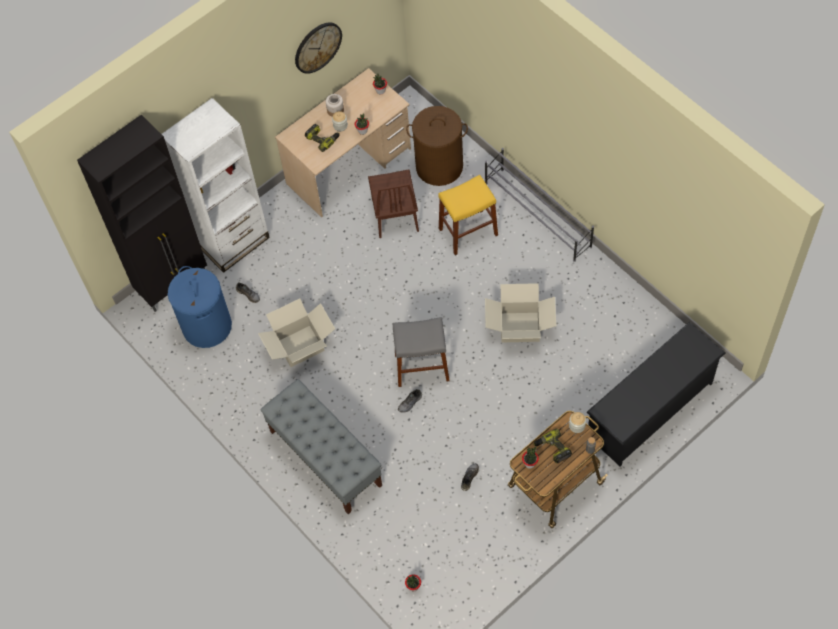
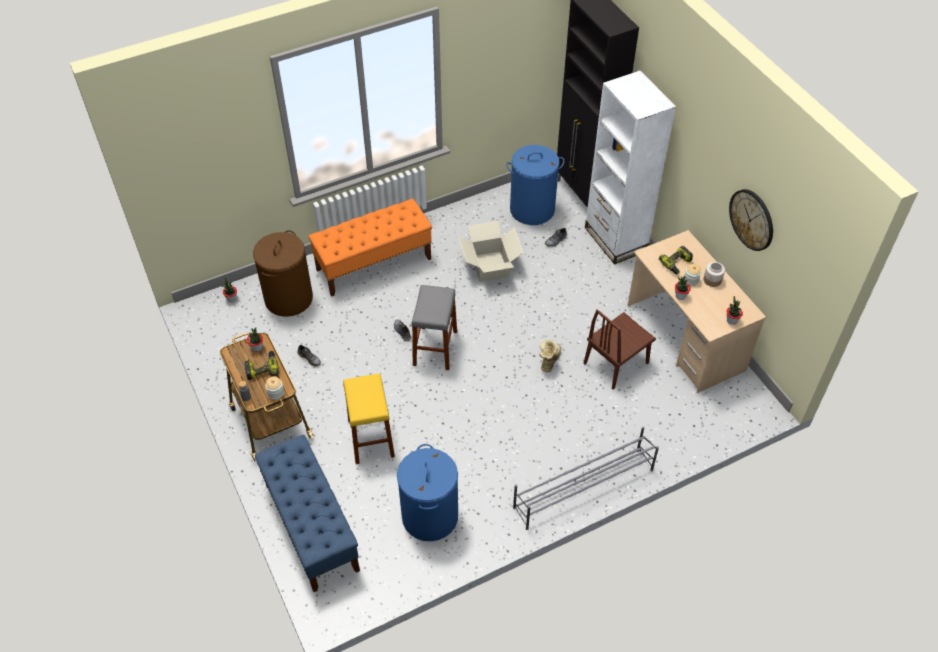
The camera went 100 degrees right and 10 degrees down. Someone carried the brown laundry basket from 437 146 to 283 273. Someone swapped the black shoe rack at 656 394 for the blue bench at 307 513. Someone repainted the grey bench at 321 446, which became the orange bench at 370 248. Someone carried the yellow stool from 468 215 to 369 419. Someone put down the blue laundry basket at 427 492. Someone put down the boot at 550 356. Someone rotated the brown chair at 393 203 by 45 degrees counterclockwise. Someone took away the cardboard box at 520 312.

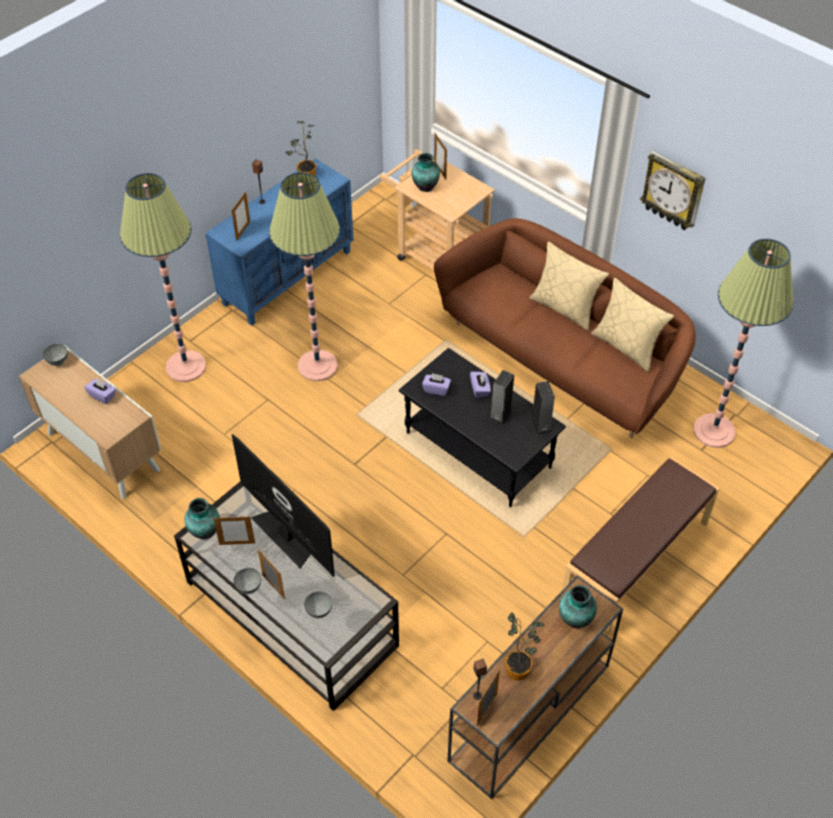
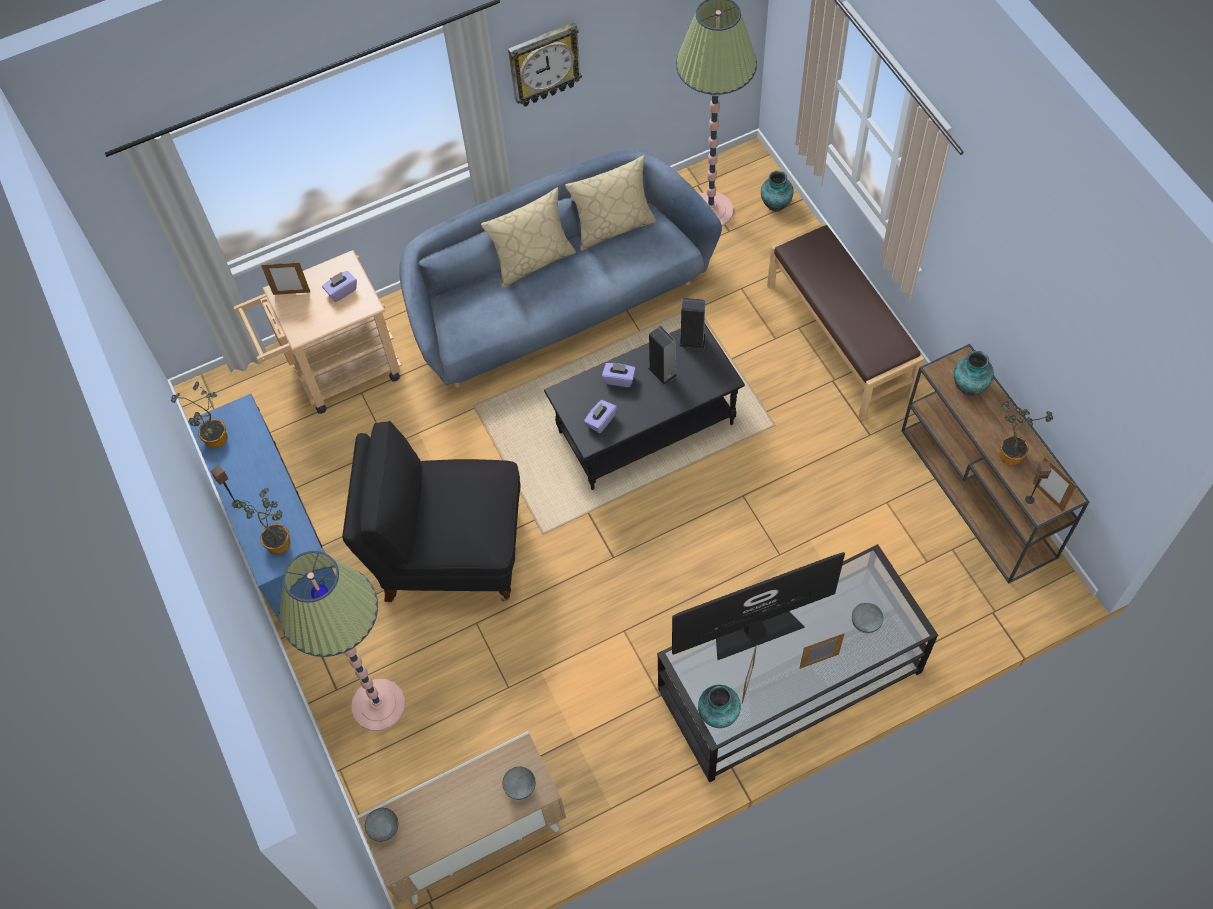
The camera went 65 degrees left and 10 degrees up. Someone swapped the picture frame at 241 216 for the potted plant at 262 521. Someone carried the purple tissue box from 100 391 to 339 286. Someone swapped the floor lamp at 304 276 for the black armchair at 431 511. Someone repainted the brown sofa at 565 328, which became the blue sofa at 560 268. Someone carried the grey bowl from 247 581 to 519 783. Someone carried the vase from 426 172 to 777 191.

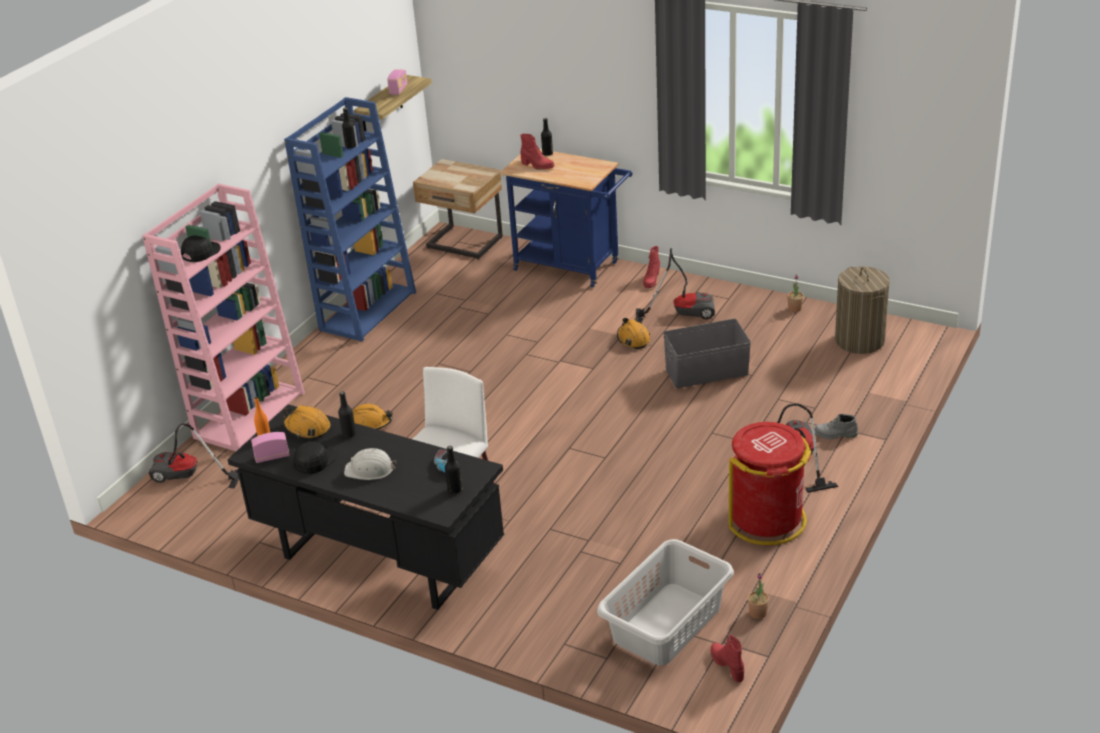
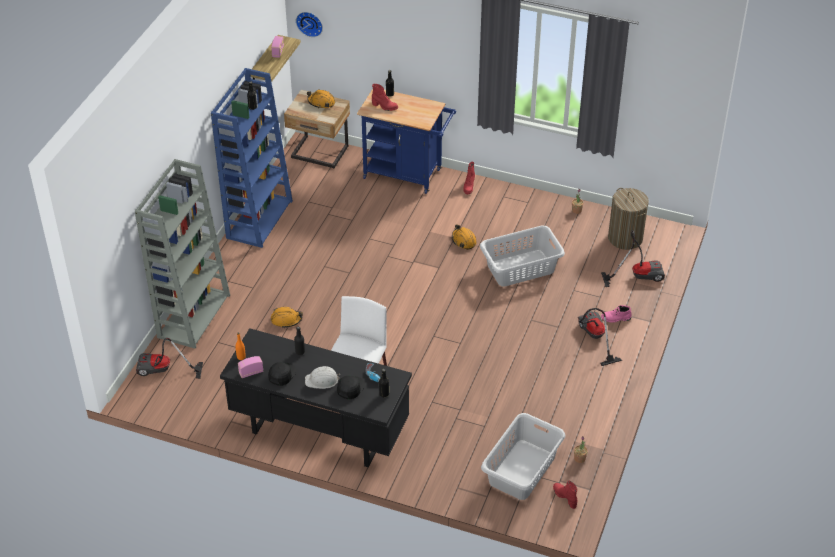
The camera went 10 degrees left and 10 degrees up. Someone repainted the pink bookcase at 223 317, which became the grey bookcase at 182 254. Someone put up the wall clock at 309 24. Someone carried the orange hard hat from 306 421 to 321 99. Someone carried the black cap from 201 248 to 351 387. Someone swapped the grey storage box at 707 353 for the grey laundry basket at 522 256. Someone carried the vacuum cleaner from 675 285 to 633 258. Someone repainted the grey boot at 836 426, which became the pink boot at 616 314. Someone took away the red trash can at 770 483.

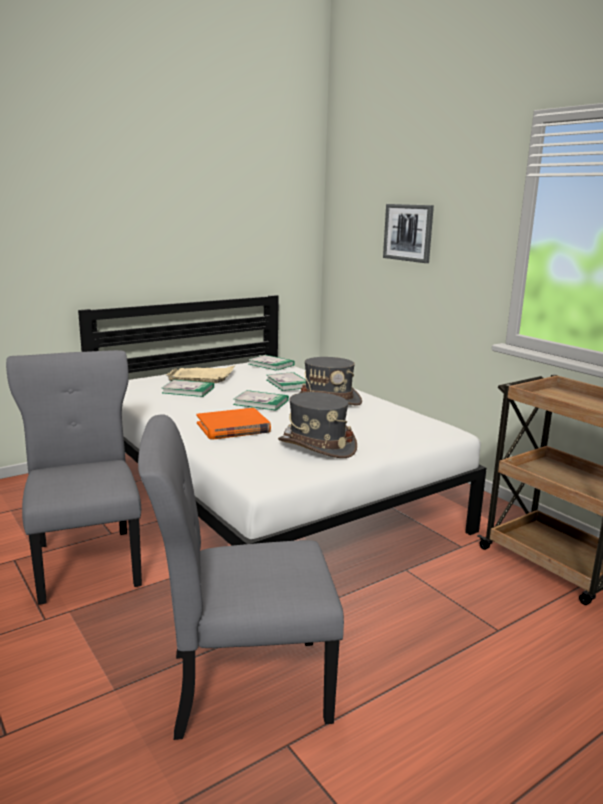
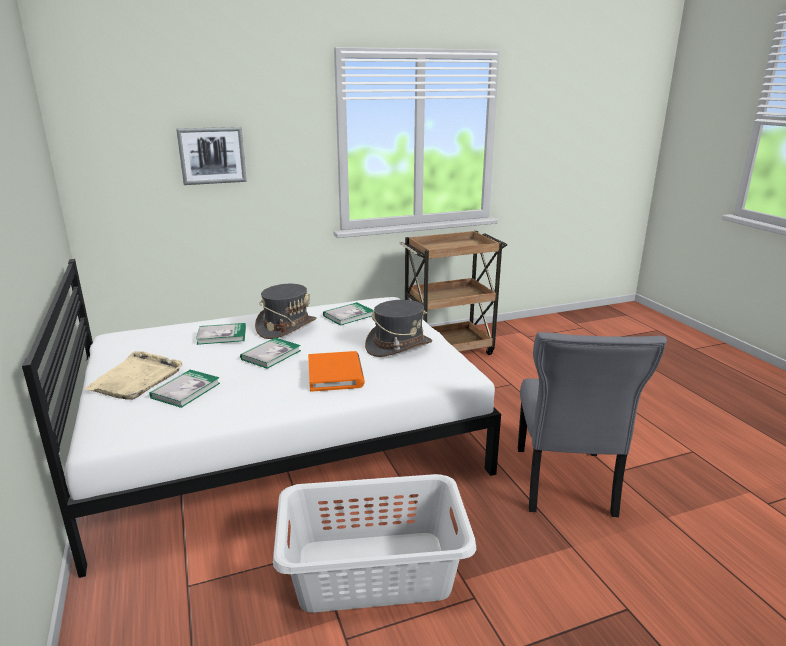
The camera went 75 degrees left and 5 degrees up. Someone swapped the grey chair at 74 477 for the grey laundry basket at 374 543. Someone carried the book from 271 363 to 348 314.

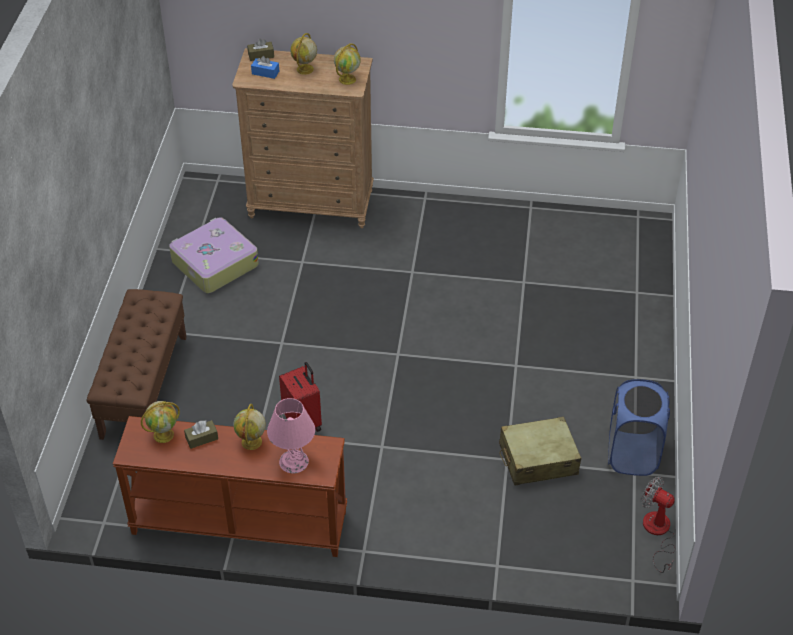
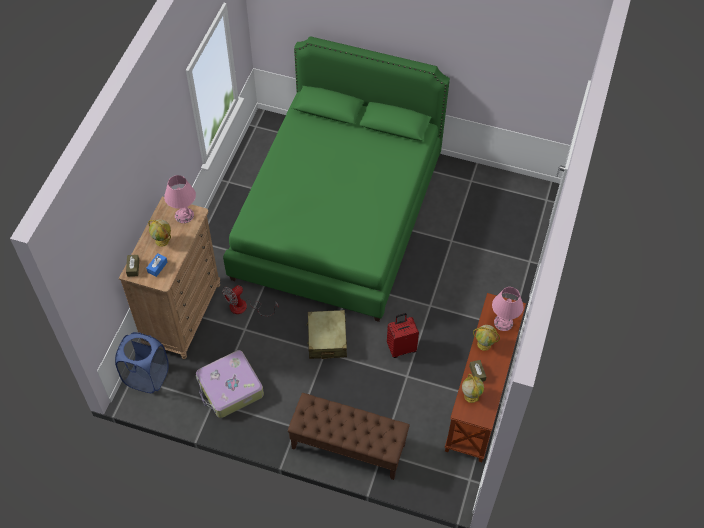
The camera went 80 degrees left and 10 degrees up. Someone carried the blue laundry basket from 639 427 to 142 362. Someone swapped the globe at 347 64 for the pink table lamp at 180 199. Someone put down the green bed at 336 179. Someone carried the fan from 658 525 to 251 300. Someone carried the beige suitcase from 540 450 to 326 334.

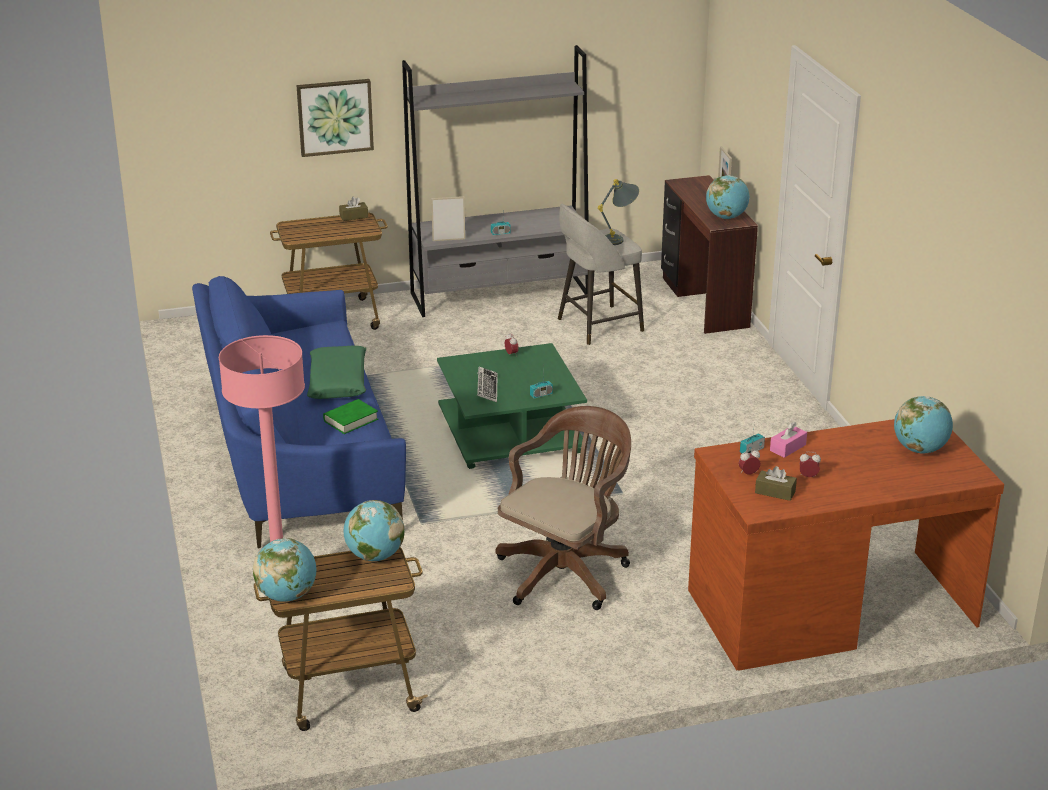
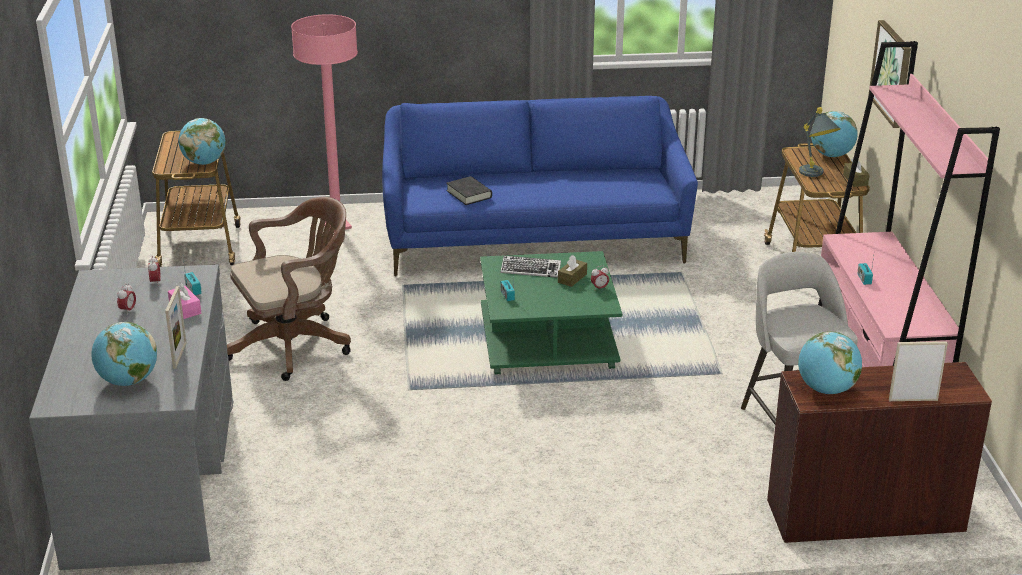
The camera went 100 degrees right and 0 degrees up. Someone repainted the brown desk at 846 545, which became the grey desk at 131 417. Someone carried the picture frame from 448 218 to 176 327. Someone rotated the brown office chair at 563 508 by 75 degrees counterclockwise. Someone repainted the green book at 350 416, which became the black book at 469 190. Someone carried the brown tissue box from 776 483 to 572 271. Someone carried the grey table lamp from 618 212 to 820 142. Someone carried the globe from 284 570 to 834 134. Someone repainted the grey bookcase at 495 181, which became the pink bookcase at 909 204. Someone took away the green pillow at 336 372.

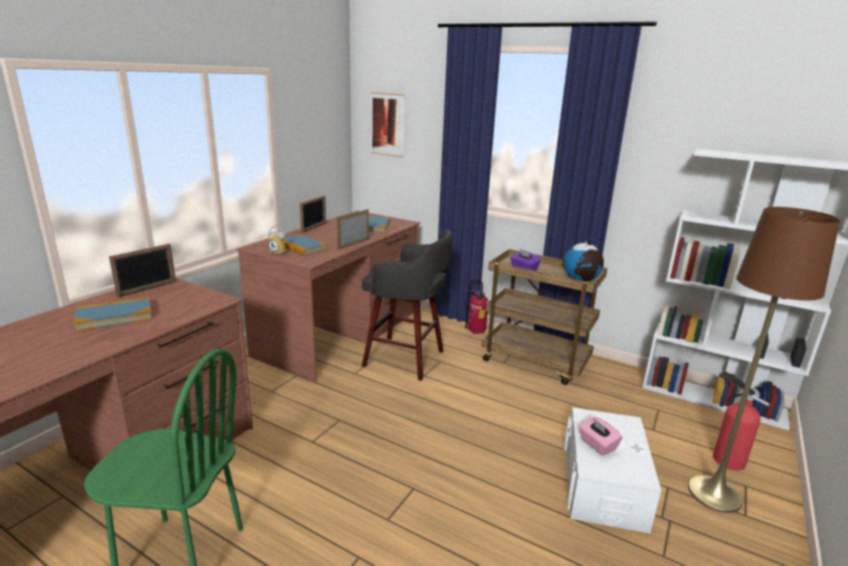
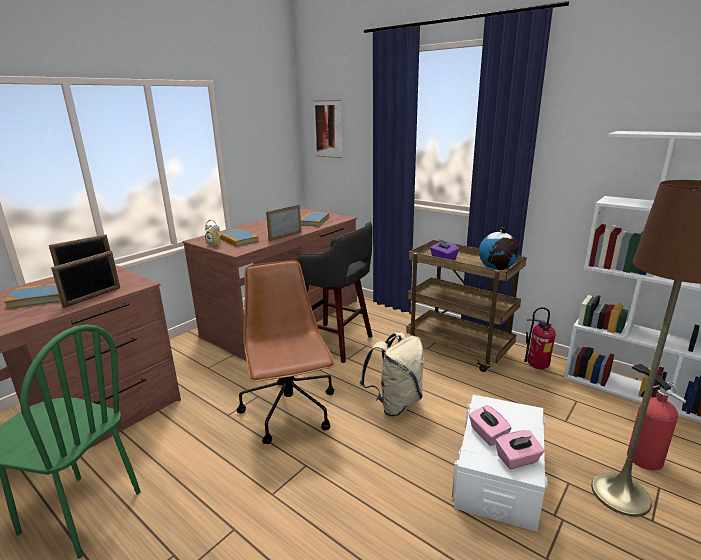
The camera went 10 degrees right and 0 degrees up. Someone carried the picture frame from 313 214 to 85 279. Someone put down the brown office chair at 286 352. Someone put down the beige backpack at 391 374. Someone put down the pink tissue box at 519 449. Someone carried the fire extinguisher from 476 306 to 540 338.

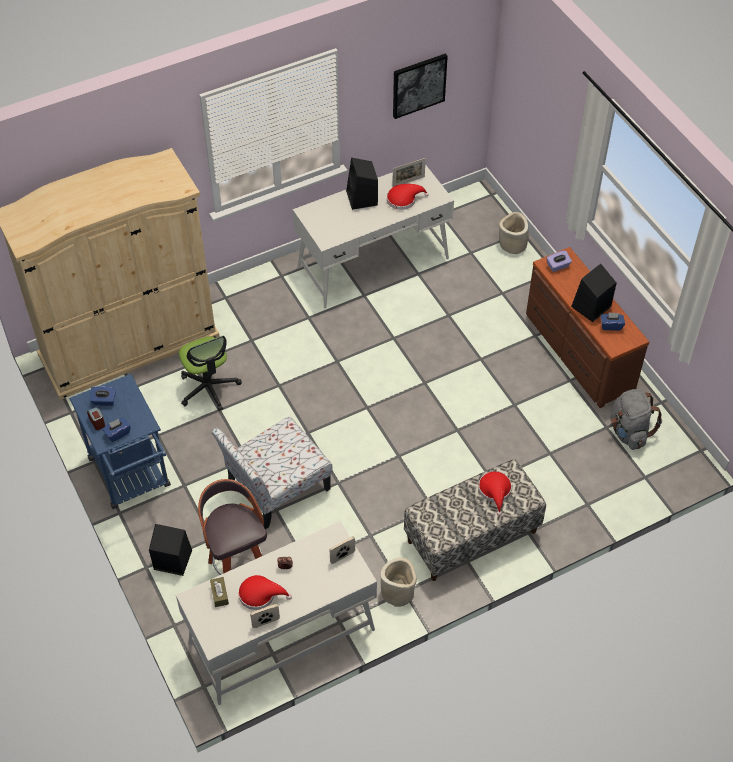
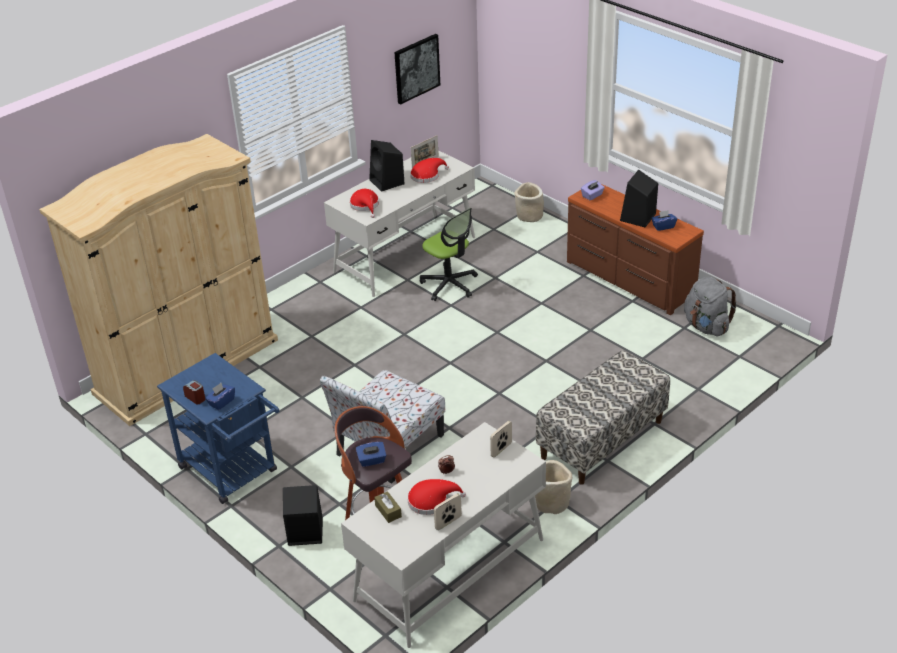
The camera went 15 degrees left and 15 degrees down. Someone carried the red hat from 495 493 to 364 203. Someone carried the blue tissue box from 103 396 to 371 454. Someone carried the office chair from 210 373 to 449 254.

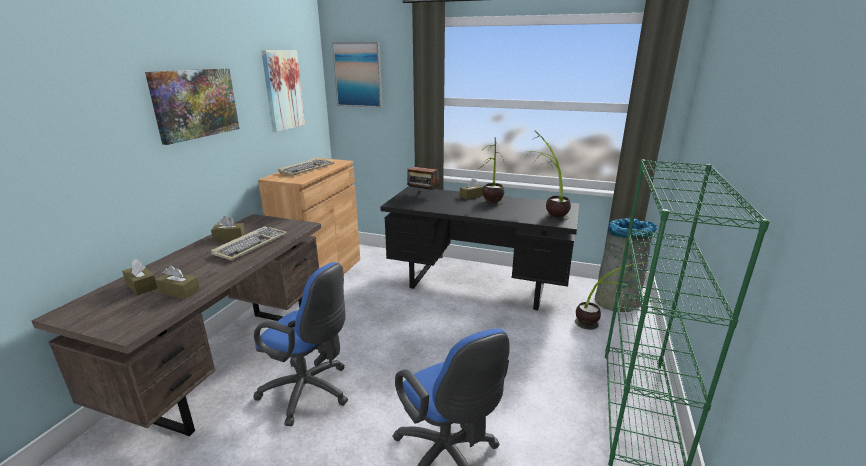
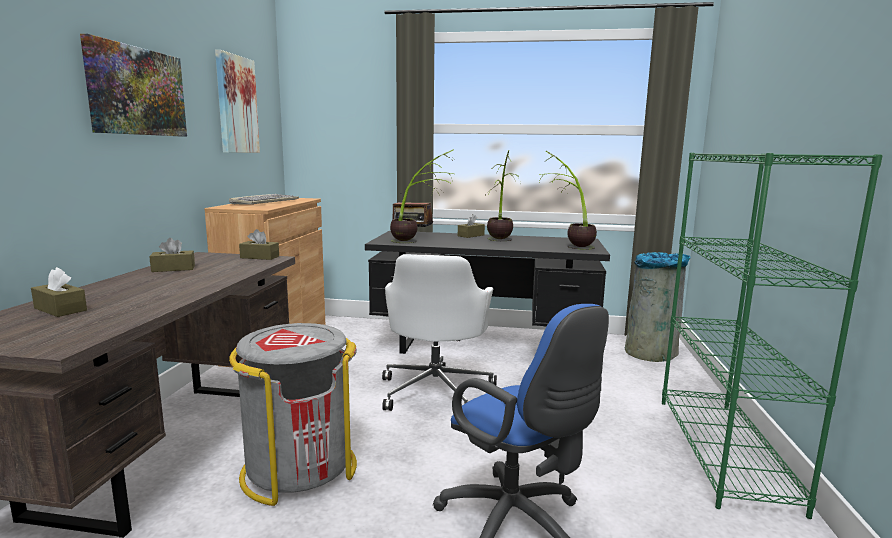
The camera went 10 degrees left and 10 degrees down. Someone swapped the blue office chair at 300 344 for the grey trash can at 293 414. Someone carried the brown tissue box from 177 282 to 259 244. Someone put down the white office chair at 439 332. Someone carried the potted plant from 612 295 to 422 196. Someone took away the keyboard at 249 243. Someone took away the picture at 357 75.

